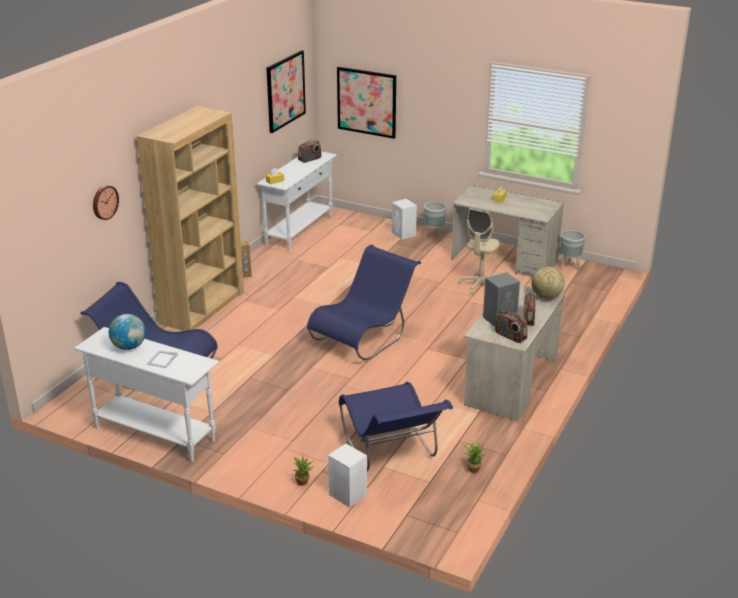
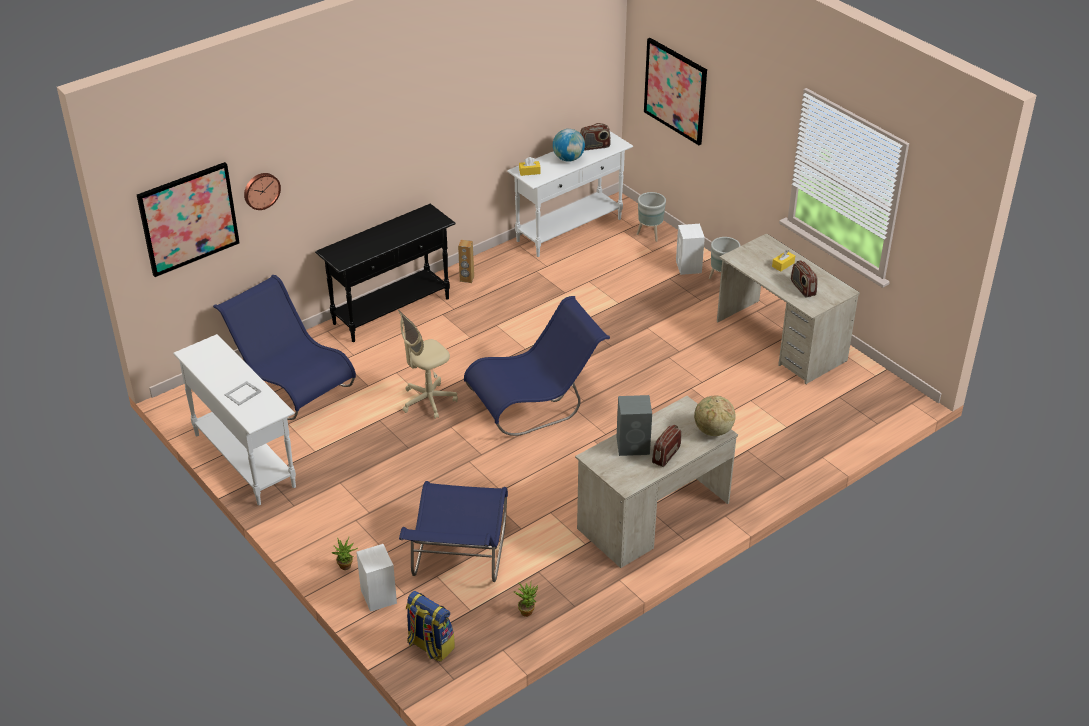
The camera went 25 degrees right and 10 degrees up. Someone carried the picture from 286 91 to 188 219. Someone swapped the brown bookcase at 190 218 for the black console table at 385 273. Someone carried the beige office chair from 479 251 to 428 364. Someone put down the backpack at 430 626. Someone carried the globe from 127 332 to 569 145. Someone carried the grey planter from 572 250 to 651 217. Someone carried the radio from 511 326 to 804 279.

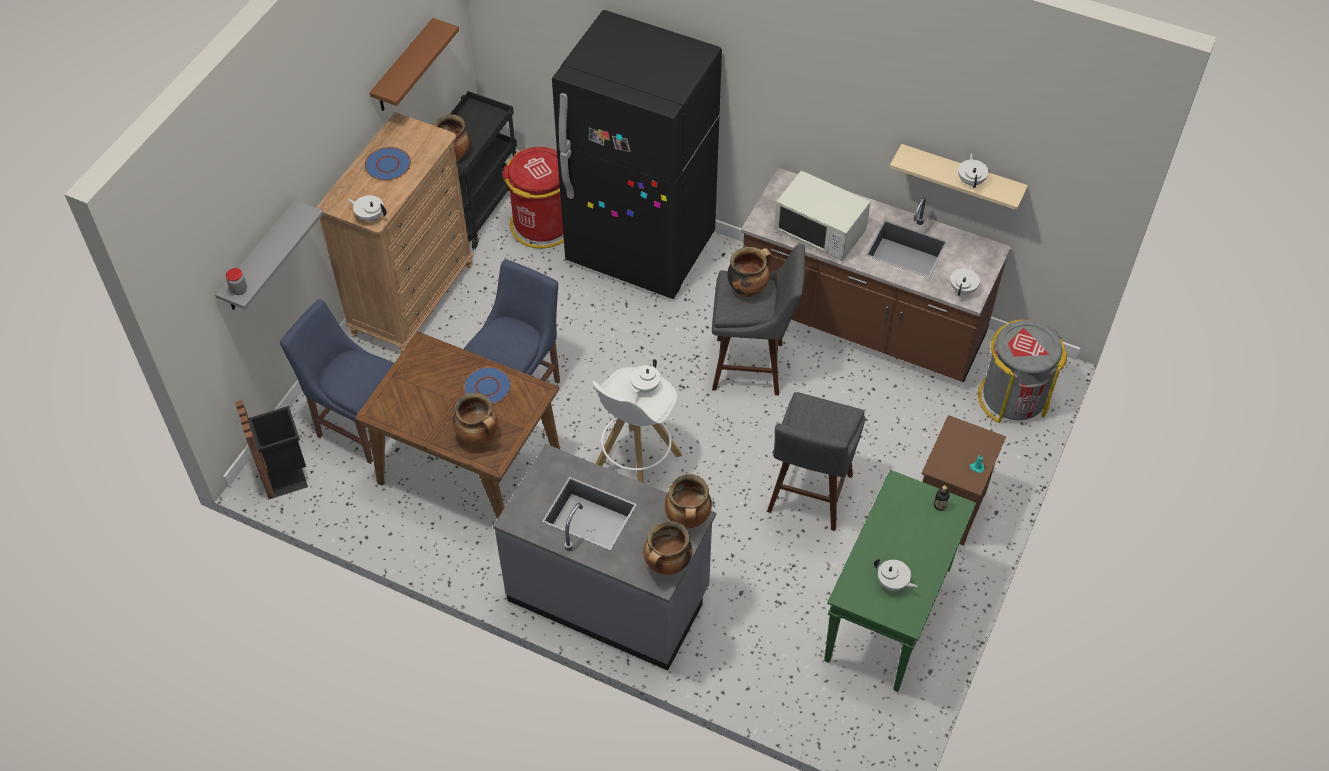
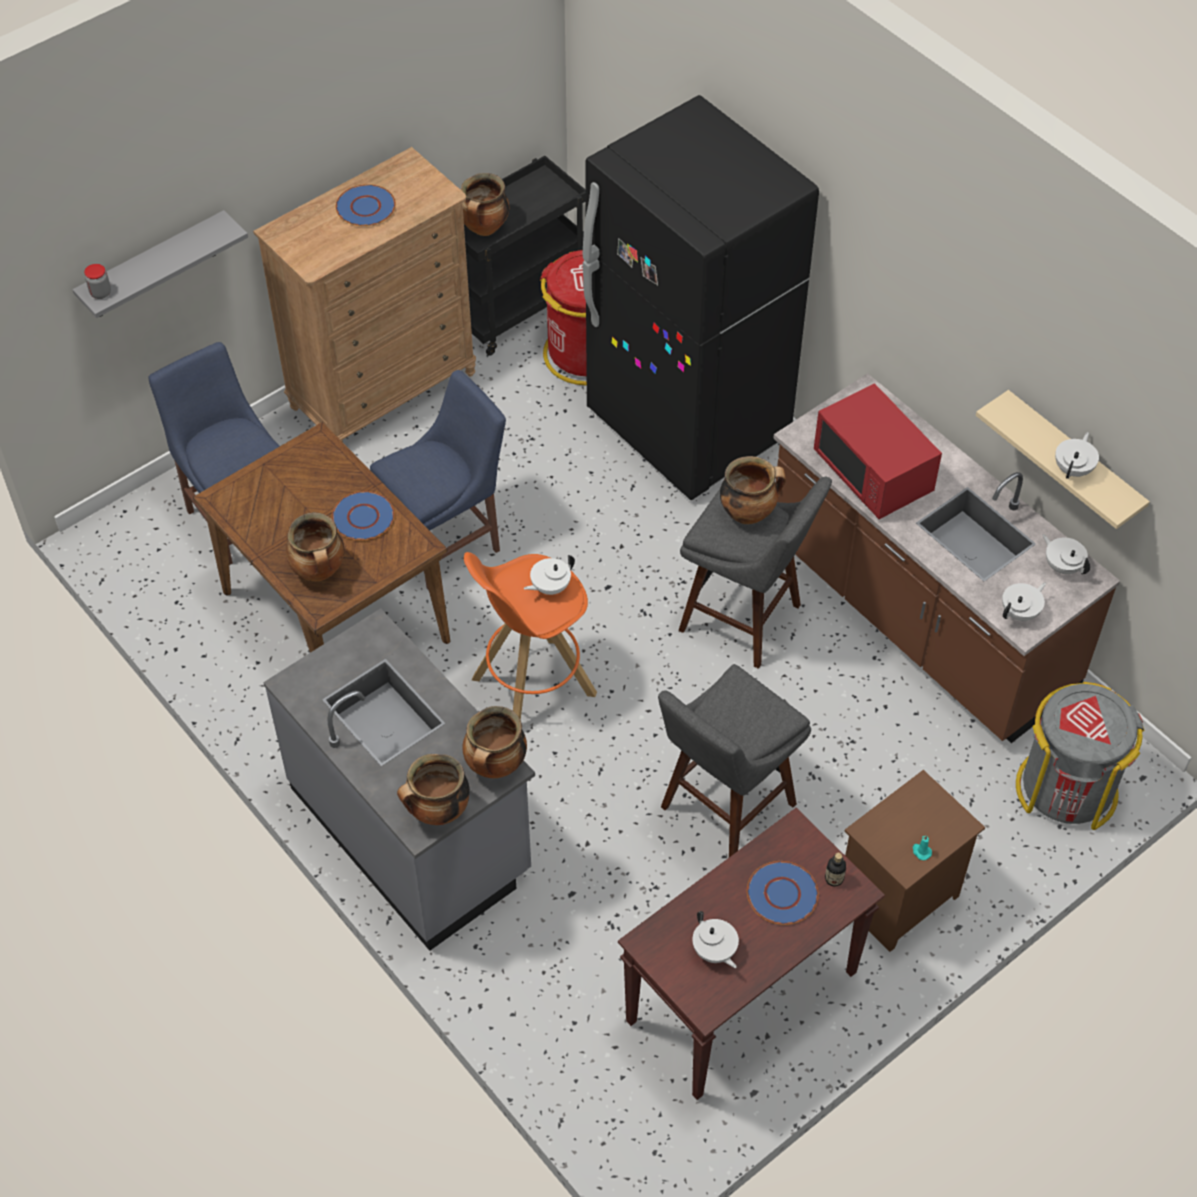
The camera went 25 degrees right and 0 degrees up. Someone repainted the white stool at 637 425, which became the orange stool at 530 636. Someone repainted the green console table at 900 581, which became the brown console table at 751 954. Someone put down the blue plate at 783 893. Someone repainted the white microwave at 822 216, which became the red microwave at 878 451. Someone carried the white teapot from 367 208 to 1066 554. Someone took away the black trash can at 271 450. Someone took away the brown shelf at 414 64.

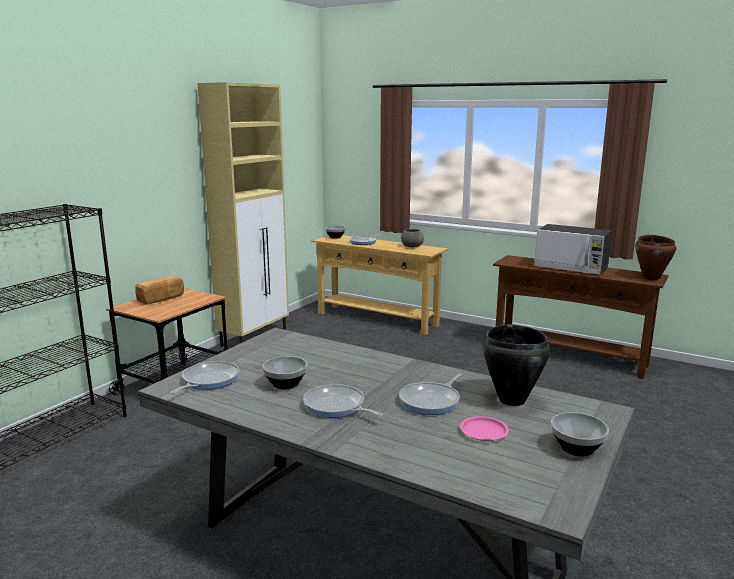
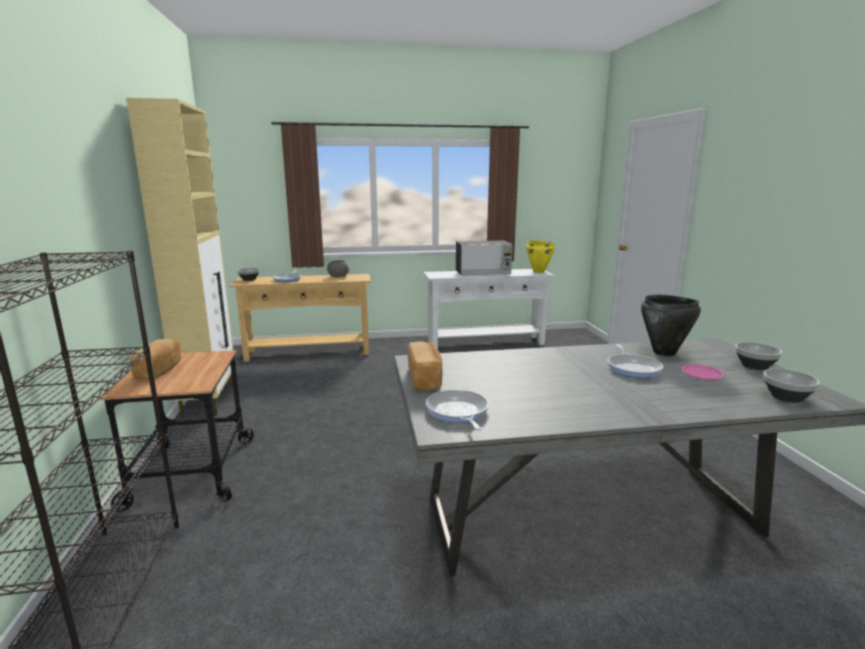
The camera went 40 degrees left and 0 degrees up. Someone put down the bread at 425 366. Someone repainted the brown console table at 580 317, which became the white console table at 489 309. Someone repainted the brown cooking pot at 655 257, which became the yellow cooking pot at 540 256. Someone carried the bowl from 284 372 to 791 385. Someone took away the frying pan at 343 401.

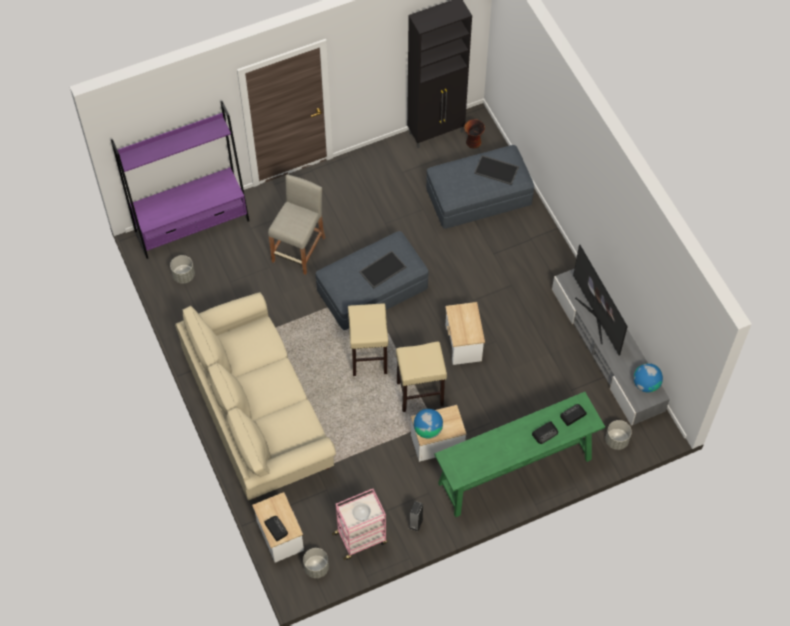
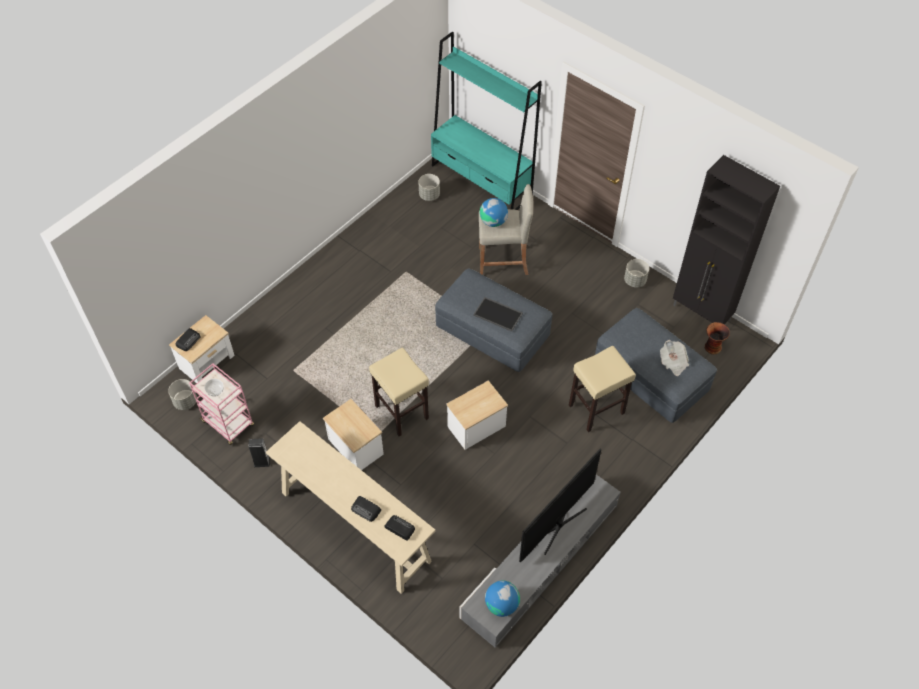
The camera went 65 degrees right and 5 degrees down. Someone repainted the green console table at 519 454, which became the beige console table at 350 507. Someone repainted the purple bookcase at 180 180, which became the turquoise bookcase at 486 120. Someone carried the globe from 428 424 to 494 212. Someone carried the beige stool from 368 339 to 602 389. Someone carried the grey planter from 618 435 to 636 273. Someone swapped the tray at 496 170 for the newspaper at 674 358. Someone took away the beige sofa at 255 396.

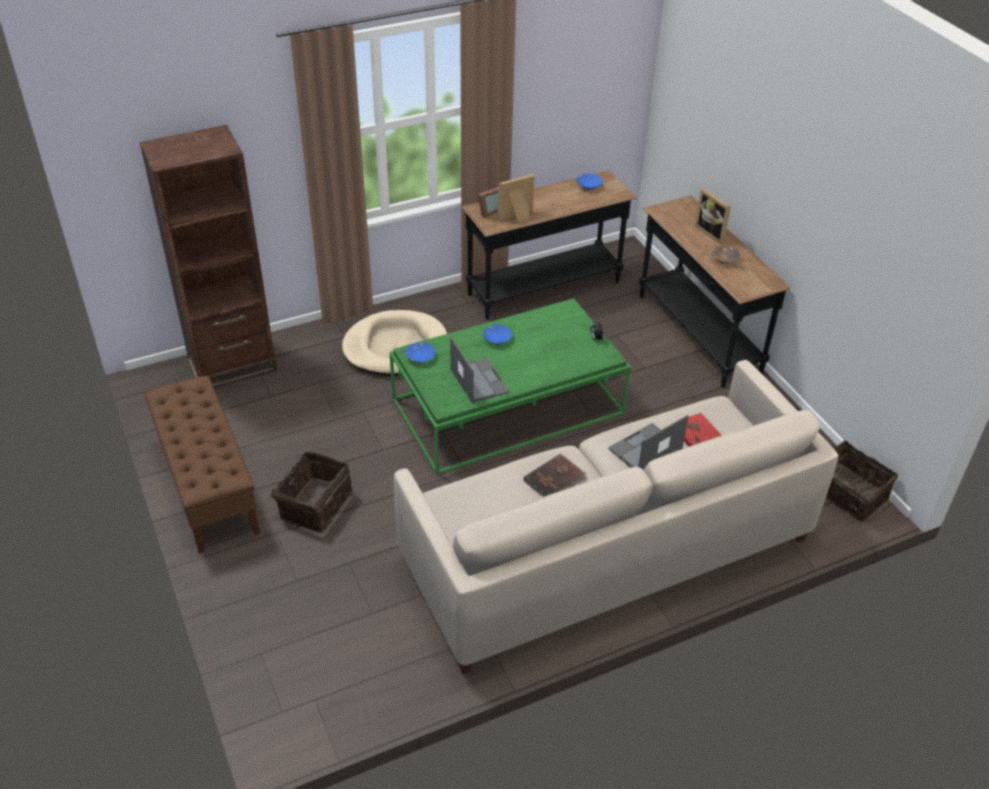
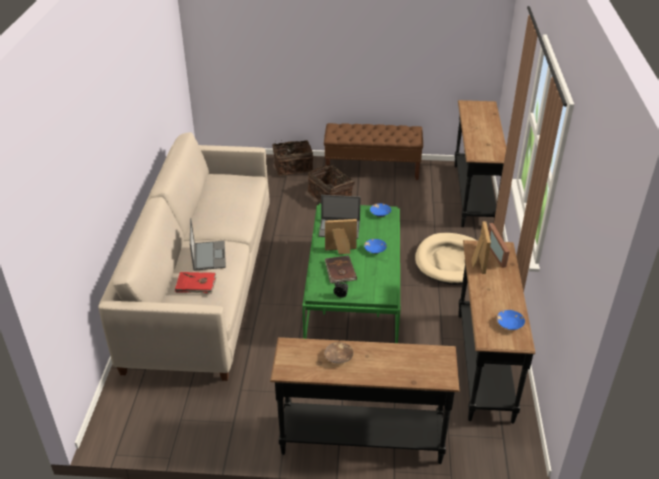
The camera went 120 degrees right and 5 degrees down. Someone carried the basket from 862 481 to 292 158. Someone carried the picture frame from 713 217 to 341 236. Someone carried the brown book from 555 475 to 341 269. Someone swapped the brown bookcase at 208 256 for the black console table at 480 163.

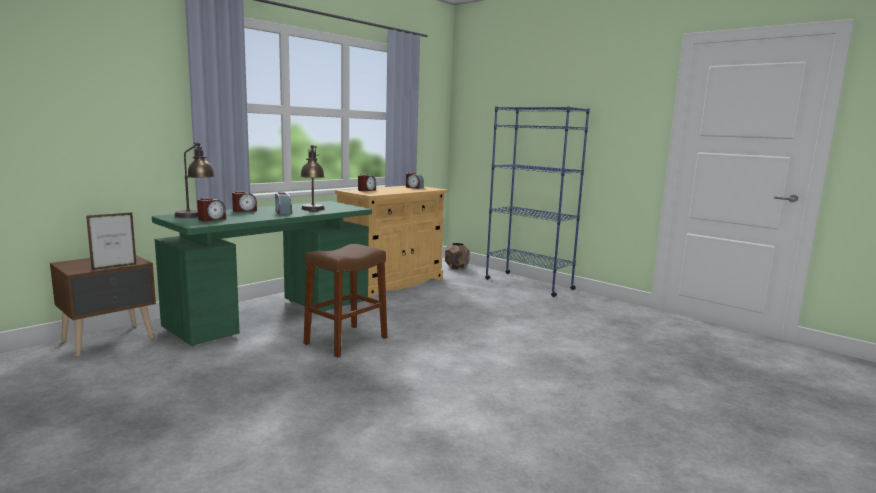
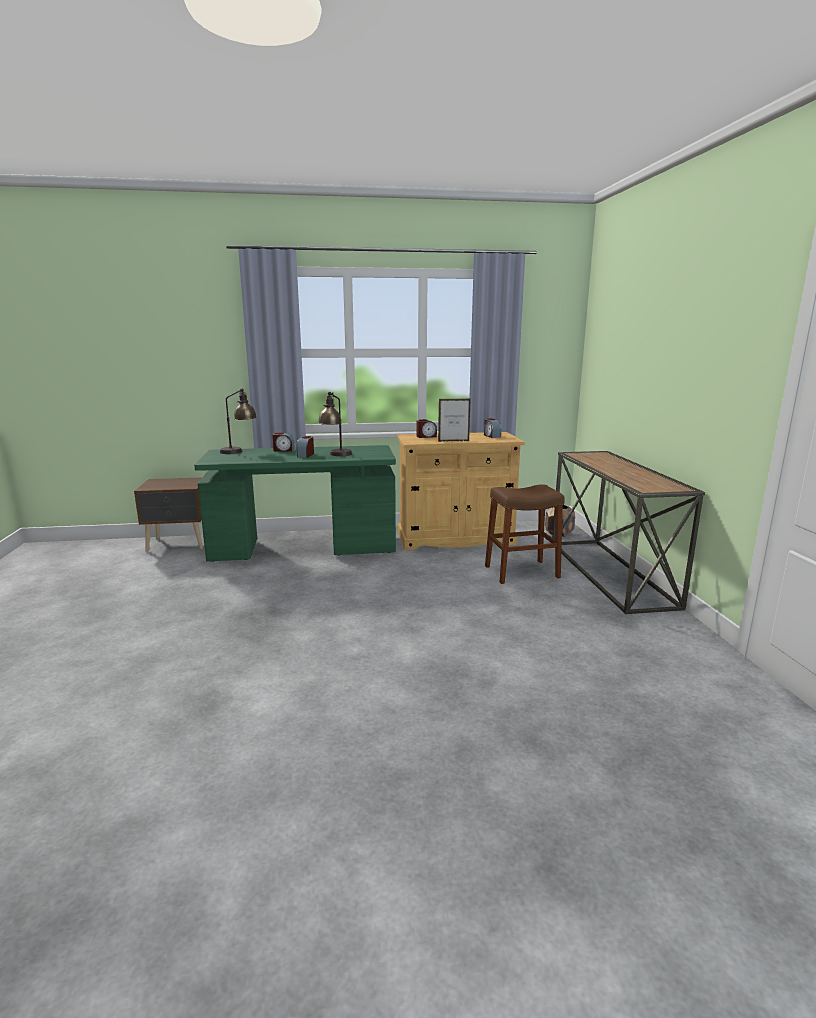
The camera went 40 degrees right and 5 degrees up. Someone carried the picture frame from 111 241 to 454 420. Someone carried the brown stool from 345 301 to 525 534. Someone swapped the blue bookcase at 537 201 for the console table at 628 532. Someone took away the alarm clock at 211 209.

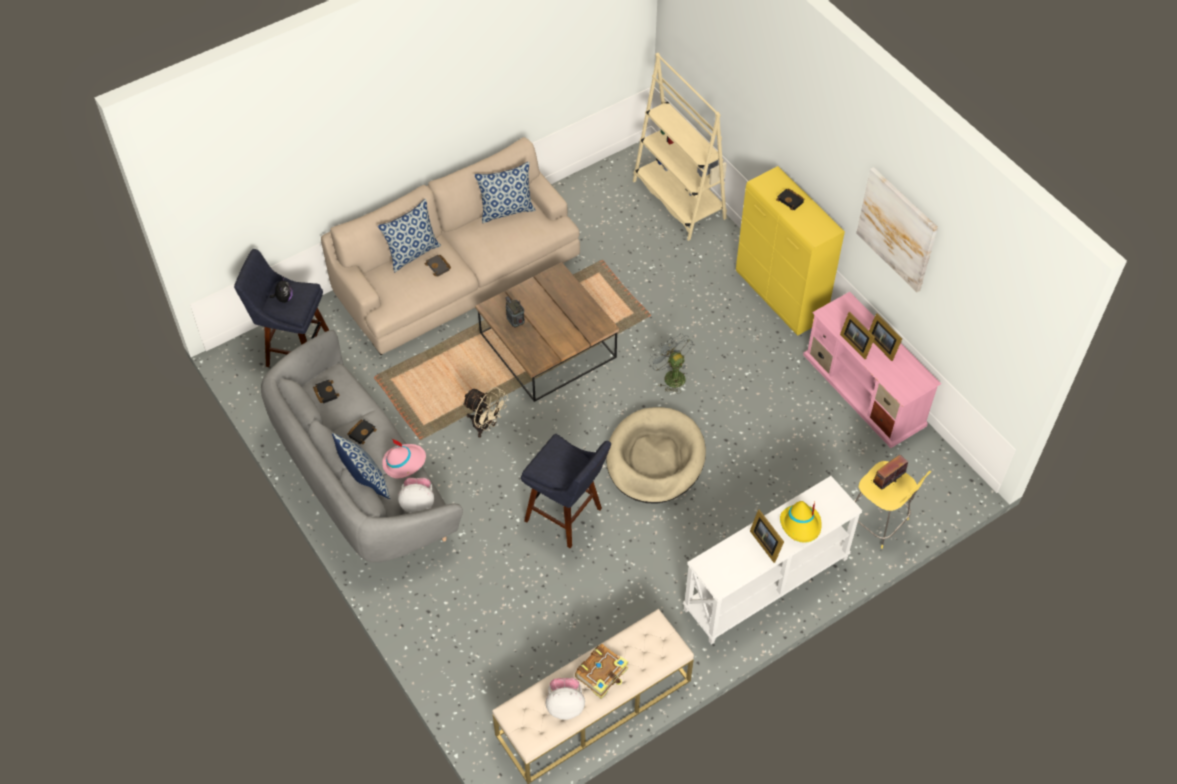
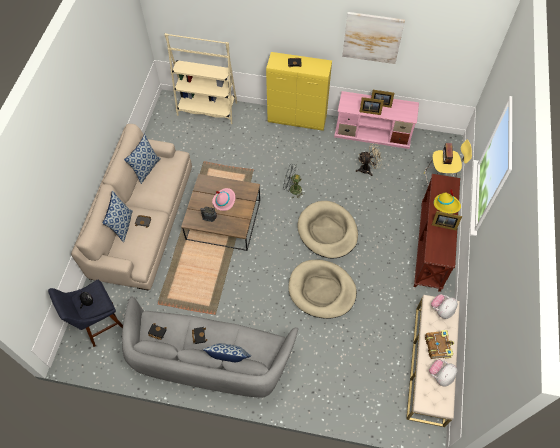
The camera went 45 degrees left and 5 degrees up. Someone carried the pink hat from 404 458 to 223 199. Someone swapped the blue stool at 566 491 for the beige dog bed at 322 289. Someone carried the beige fan from 485 412 to 369 159. Someone repainted the white console table at 773 560, which became the brown console table at 437 233. Someone carried the plush toy from 416 495 to 444 306.

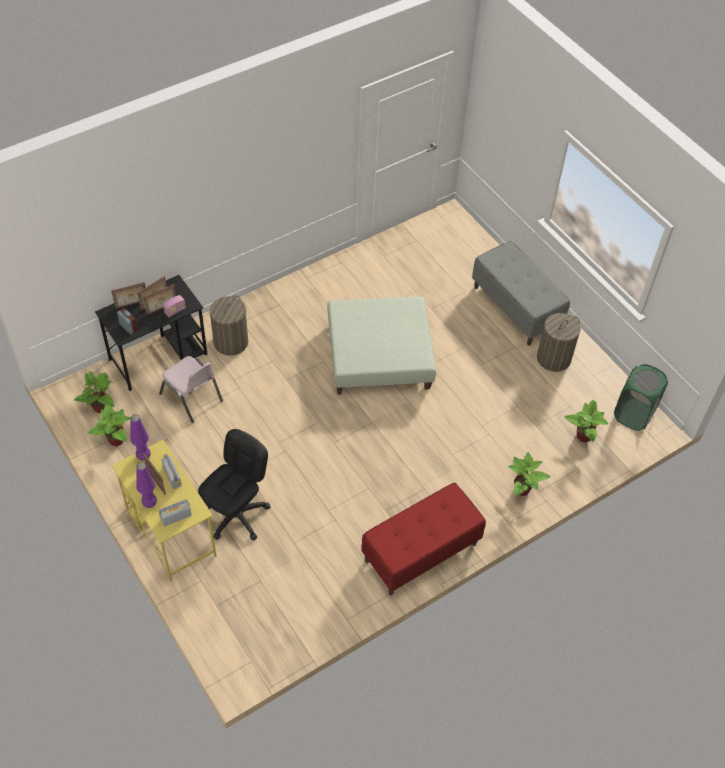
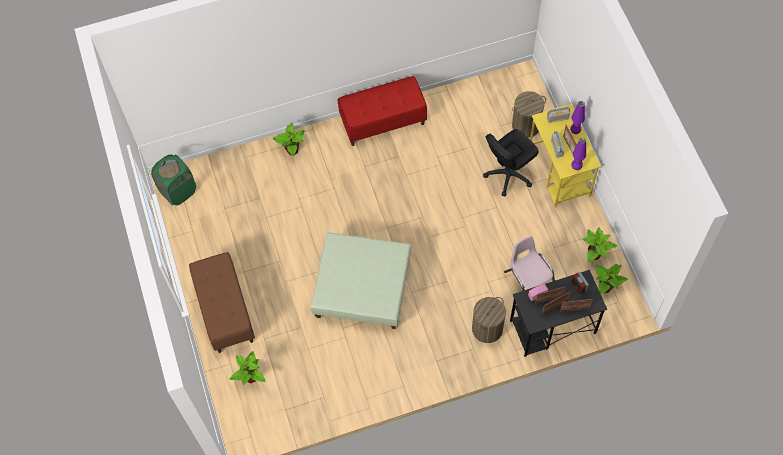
The camera went 160 degrees left and 10 degrees up. Someone repainted the grey bench at 521 293, which became the brown bench at 222 302. Someone carried the potted plant from 586 421 to 248 368. Someone carried the laundry basket from 559 342 to 529 114.

